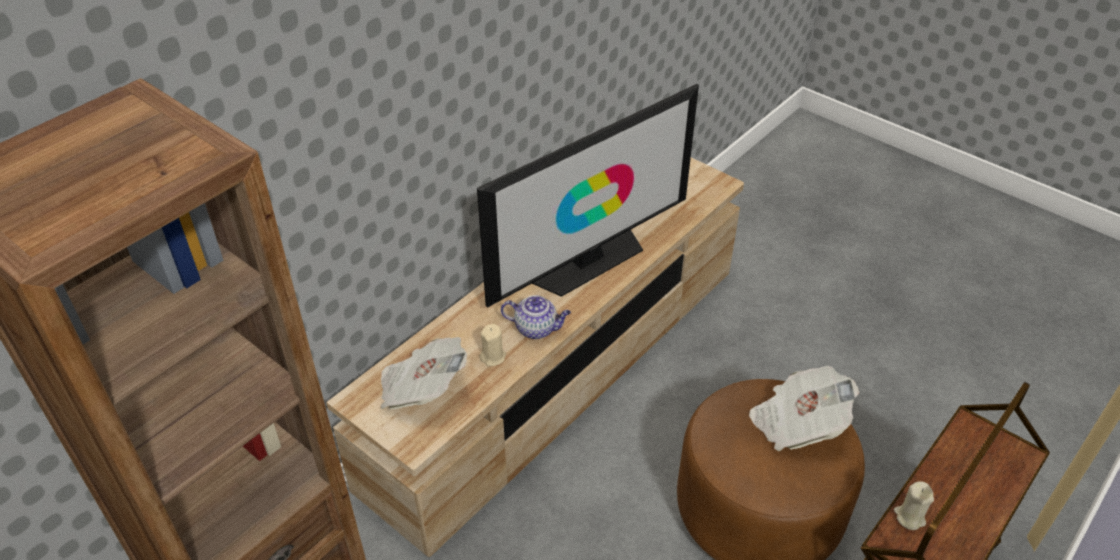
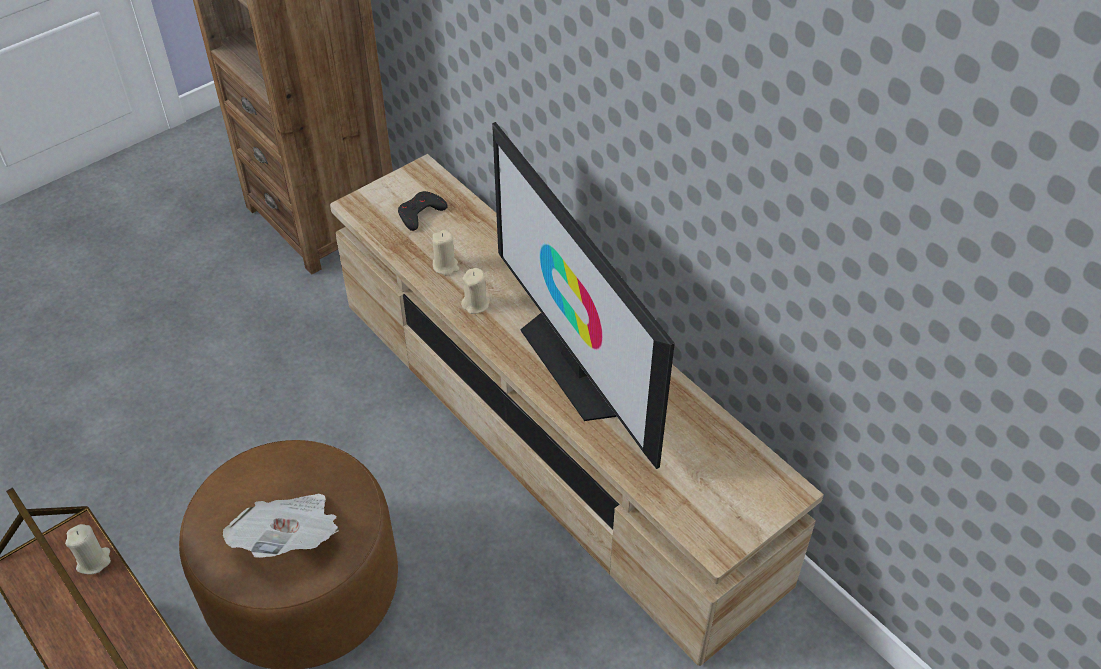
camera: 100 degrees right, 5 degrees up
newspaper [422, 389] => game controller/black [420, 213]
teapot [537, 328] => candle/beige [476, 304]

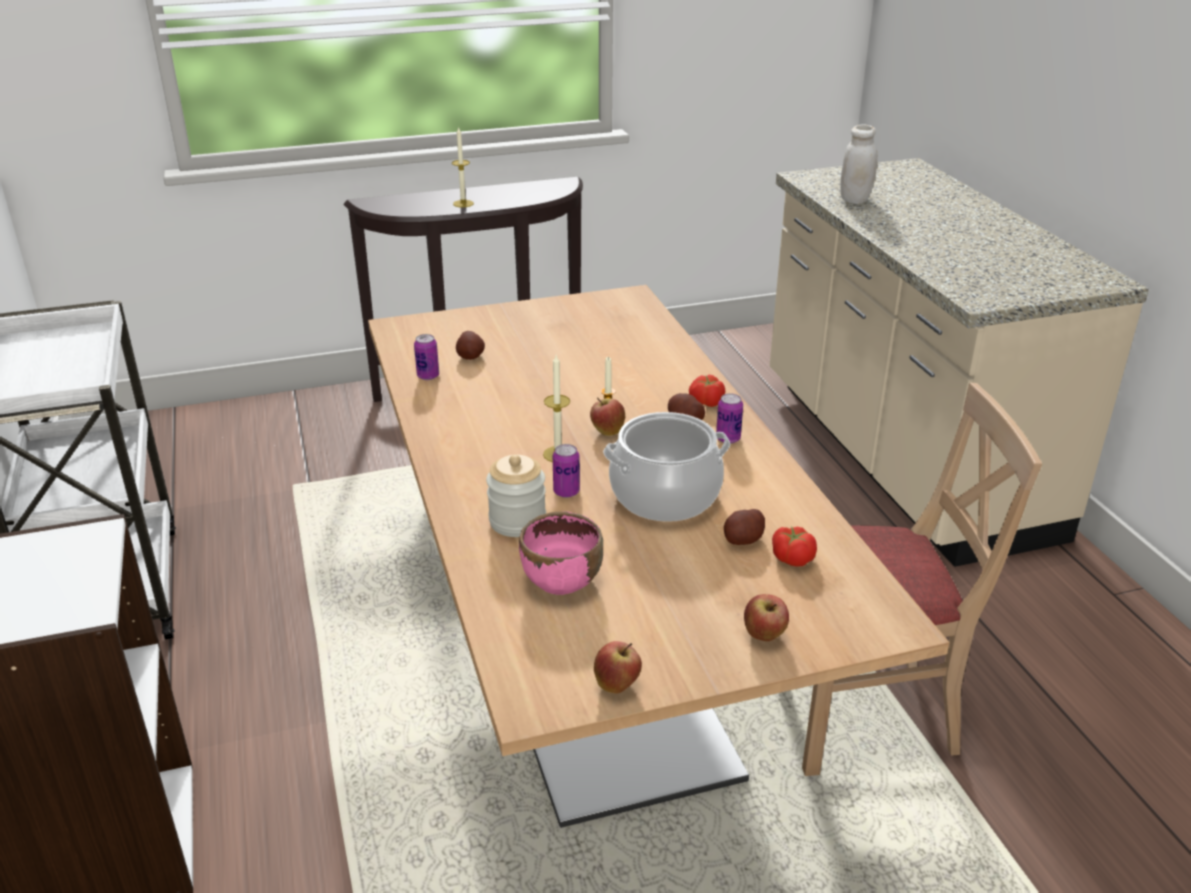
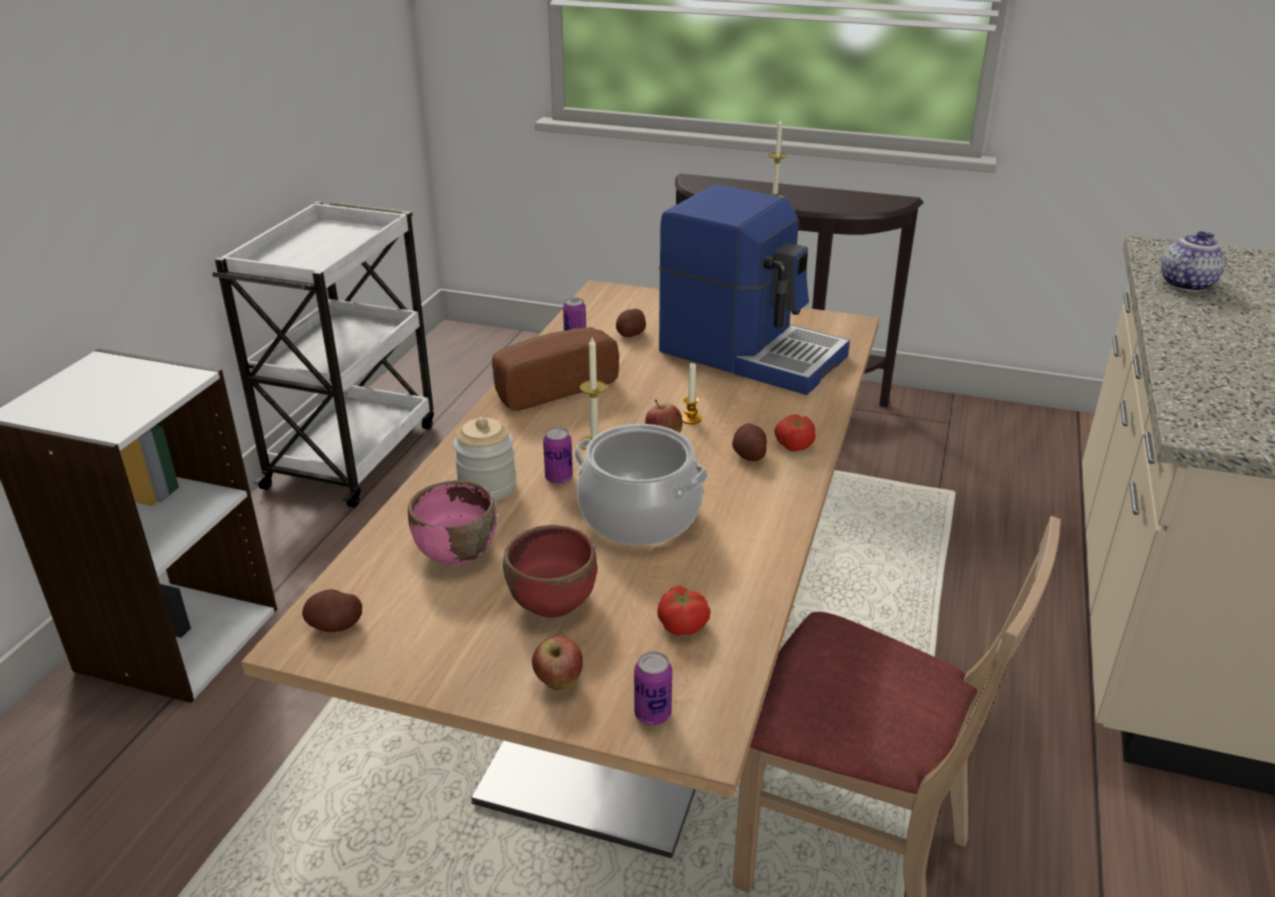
camera: 35 degrees right, 0 degrees up
apple [617, 685] => nothing
can [728, 439] => can [652, 714], shifted
potato [743, 540] => potato [335, 625], shifted
jar/white [855, 200] => teapot [1186, 283]
nothing => bread [551, 387]
nothing => bowl/red [553, 601]
nothing => coffee machine [751, 352]

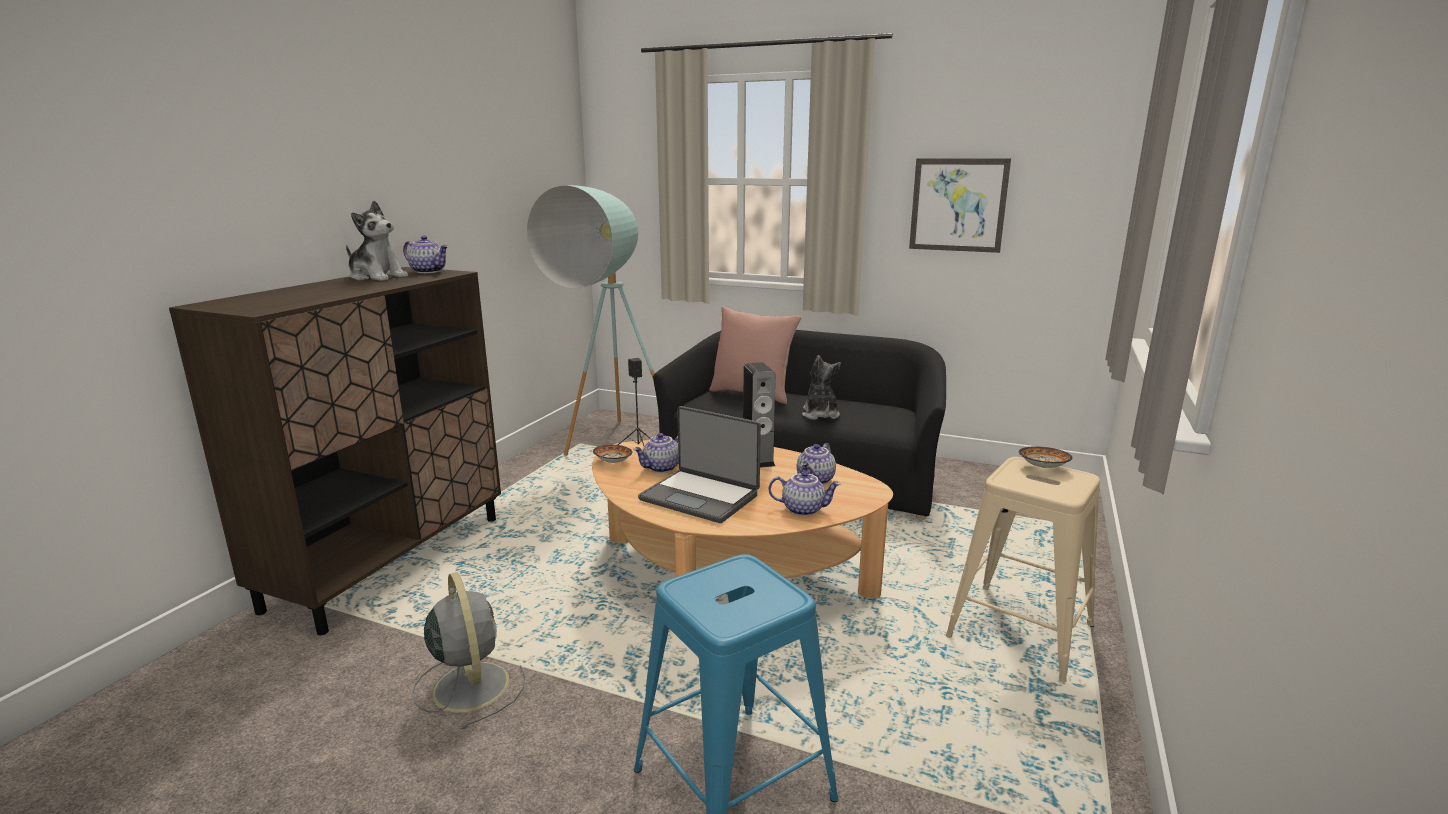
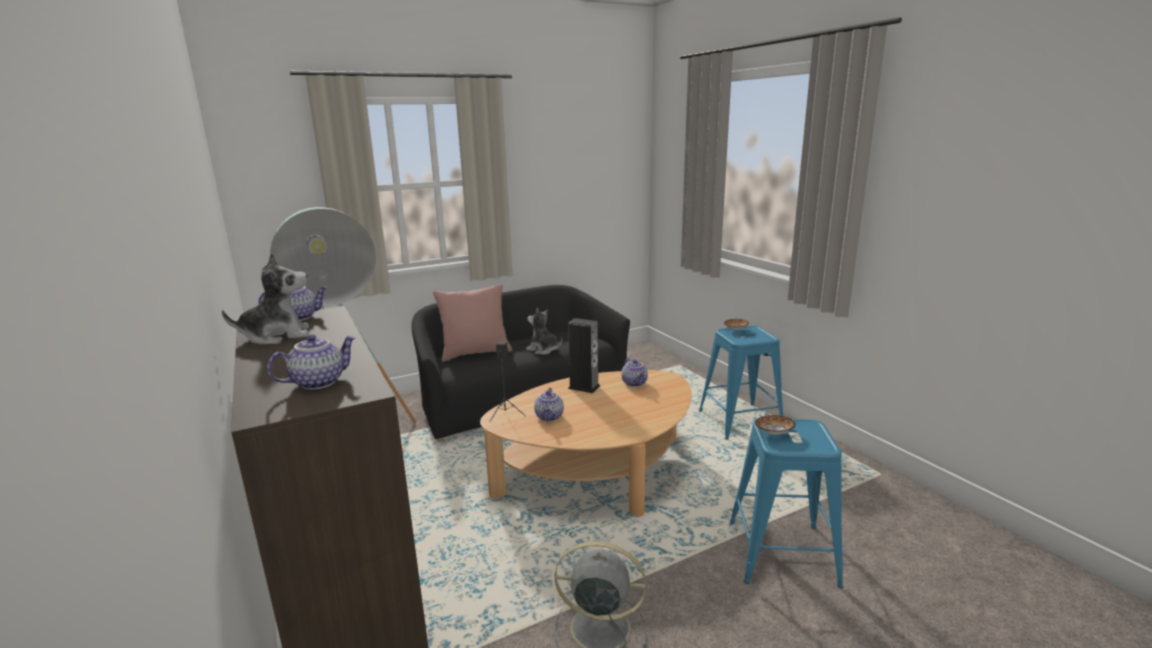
camera: 50 degrees left, 0 degrees up
bowl [613, 462] => bowl [775, 433], shifted
laptop [700, 496] => nothing
teapot [803, 509] => teapot [318, 382], shifted
picture [958, 205] => nothing
stool/beige [1021, 631] => stool/blue [740, 421]

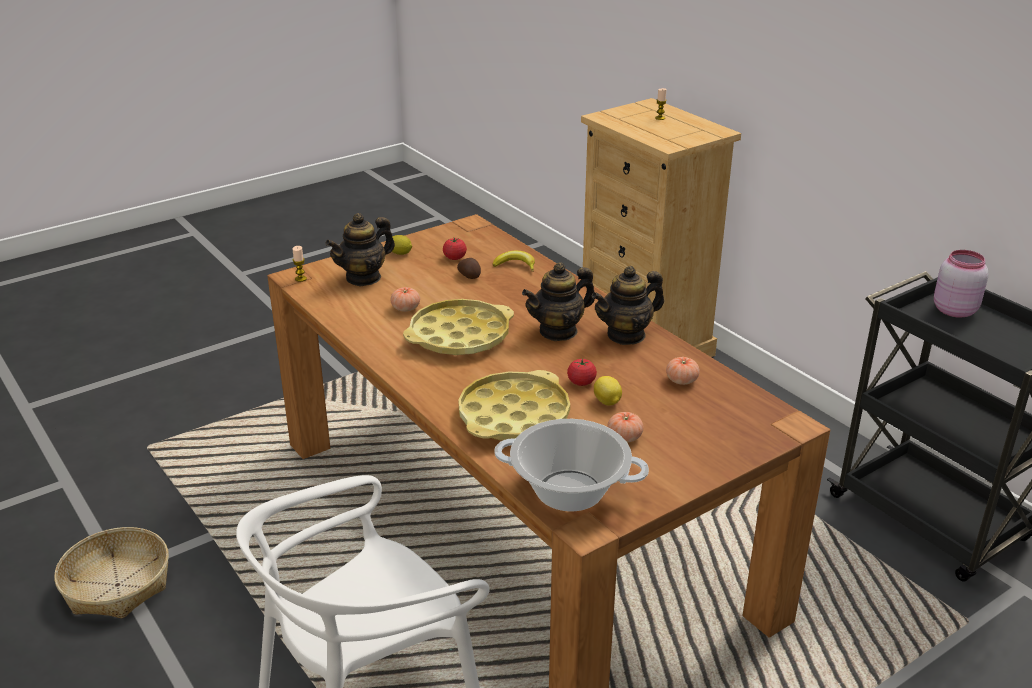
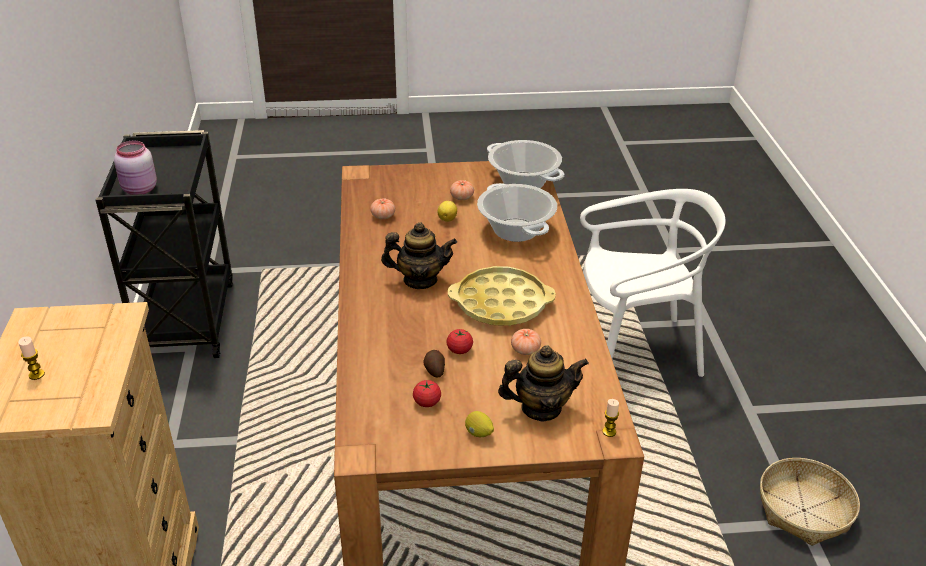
camera: 150 degrees left, 5 degrees up
tray/yellow [513, 416] => cooking pot [516, 230]
banana [515, 265] => nothing
tomato [581, 382] => tomato [459, 350], shifted
teapot [626, 335] => nothing

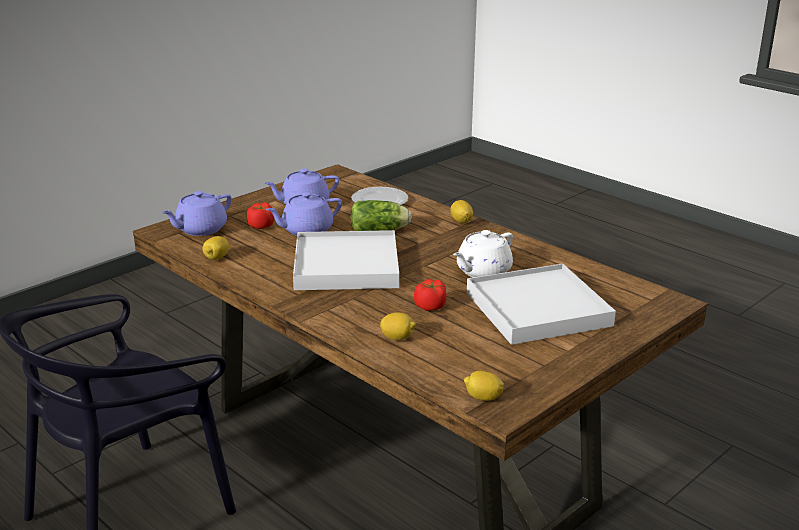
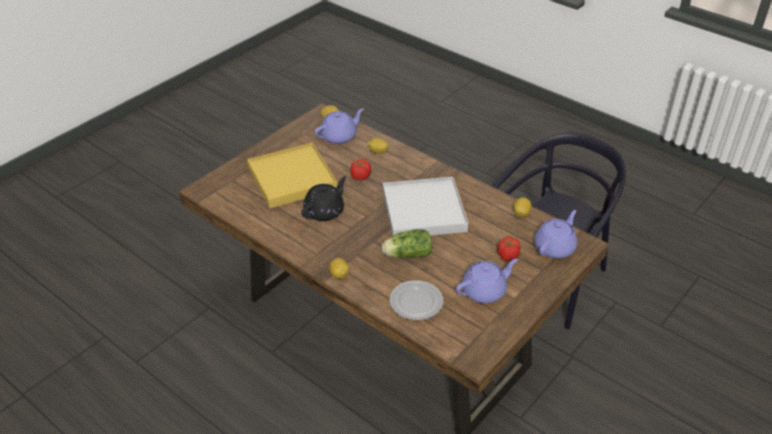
camera: 175 degrees right, 15 degrees up
teapot/purple [306, 230] => teapot/purple [339, 136], shifted
teapot/white [482, 271] => teapot/black [325, 211]
tray/white [537, 309] => tray/yellow [292, 178]

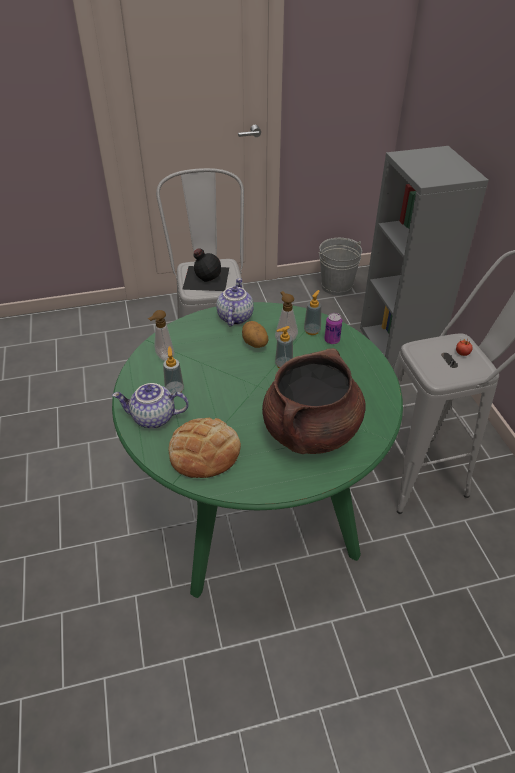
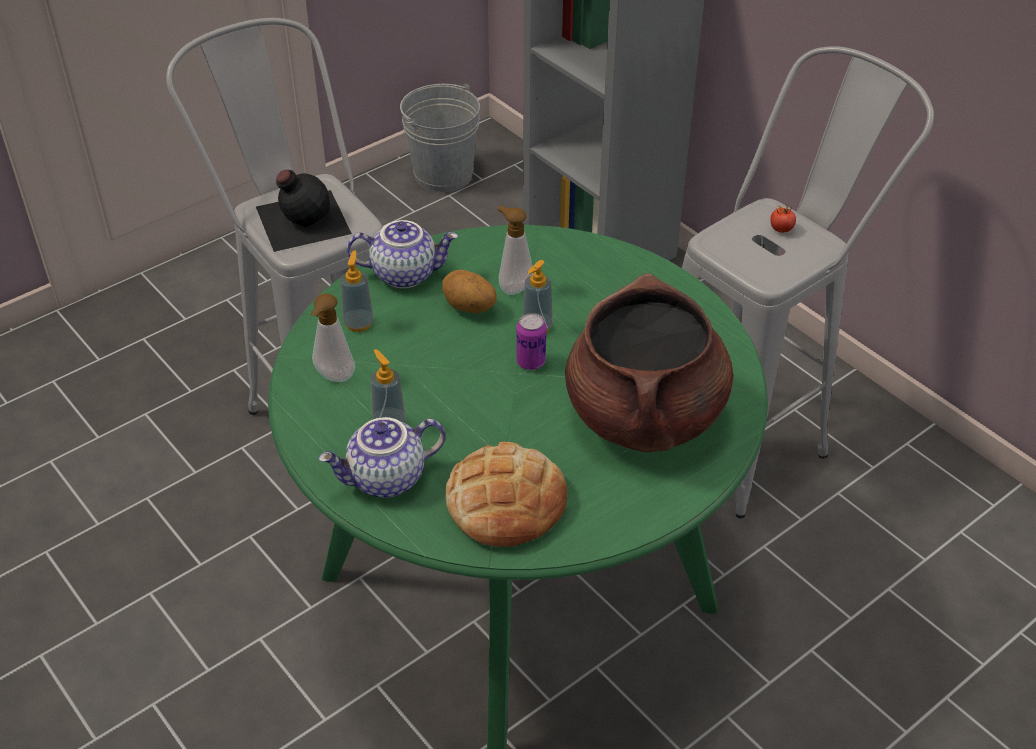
camera: 25 degrees left, 0 degrees up
teapot [234, 317] => teapot [405, 273], 105 degrees clockwise
soap dispenser [312, 330] => soap dispenser [358, 323], shifted
can [332, 340] => can [531, 362], shifted

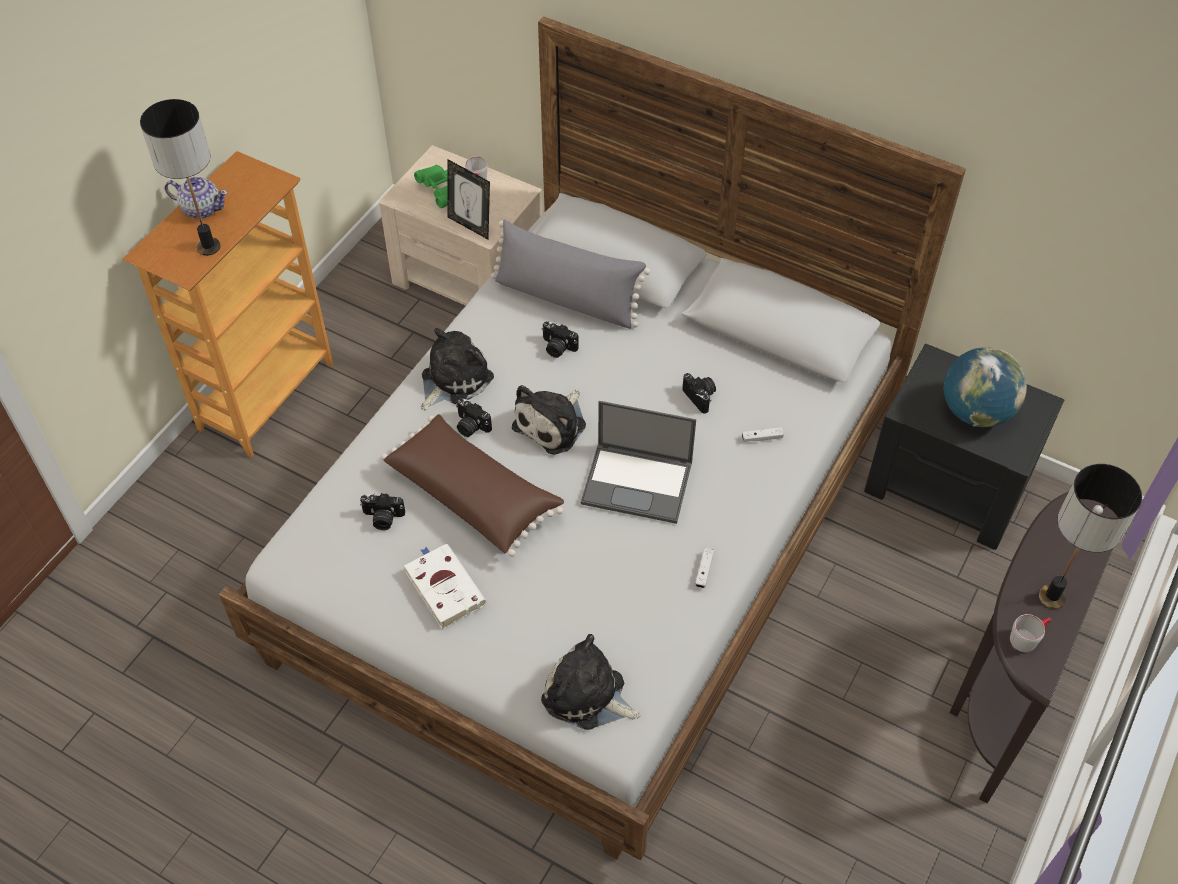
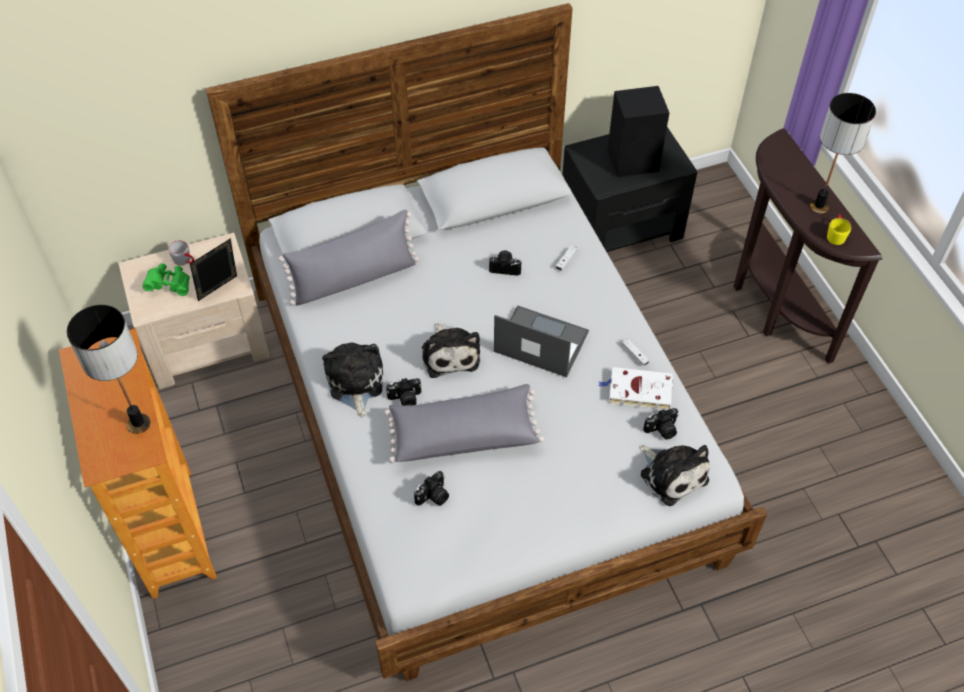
camera: 50 degrees left, 0 degrees up
teapot [201, 209] => nothing
pillow/brown [473, 494] => pillow/grey [463, 433]
book/white [443, 587] => book/white [638, 391], shifted
picture frame [470, 225] => picture frame [220, 290], 150 degrees clockwise
photo camera [557, 348] => photo camera [662, 430], shifted
plush toy [587, 696] => plush toy [671, 474], 105 degrees counterclockwise
laptop [638, 482] => laptop [540, 342], 120 degrees counterclockwise
globe [975, 412] => speaker/black [634, 160]
mug/grey [1028, 637] => mug/yellow [835, 234]

